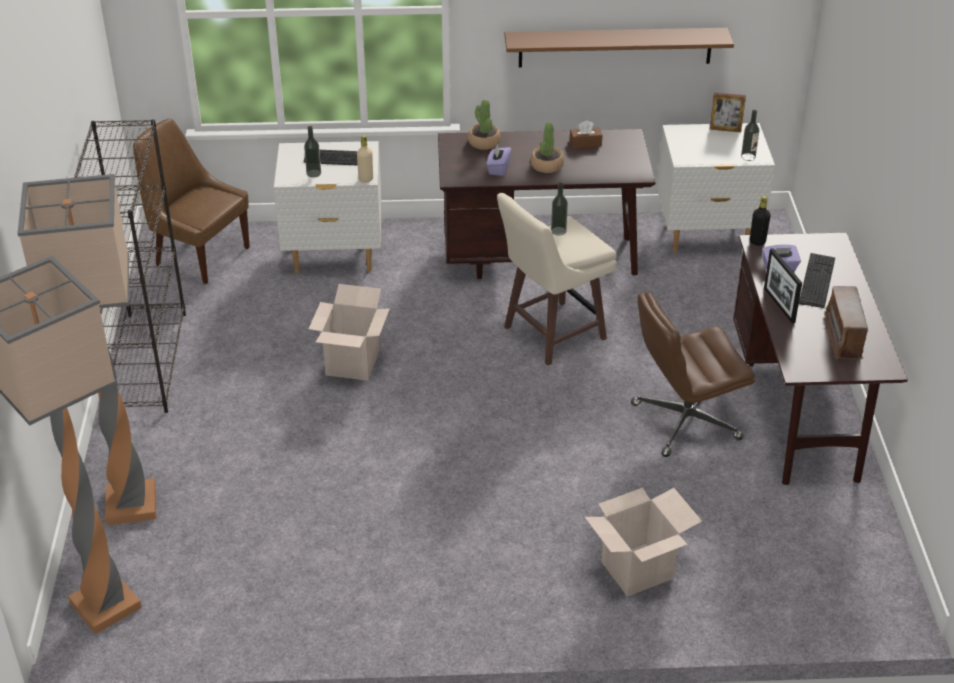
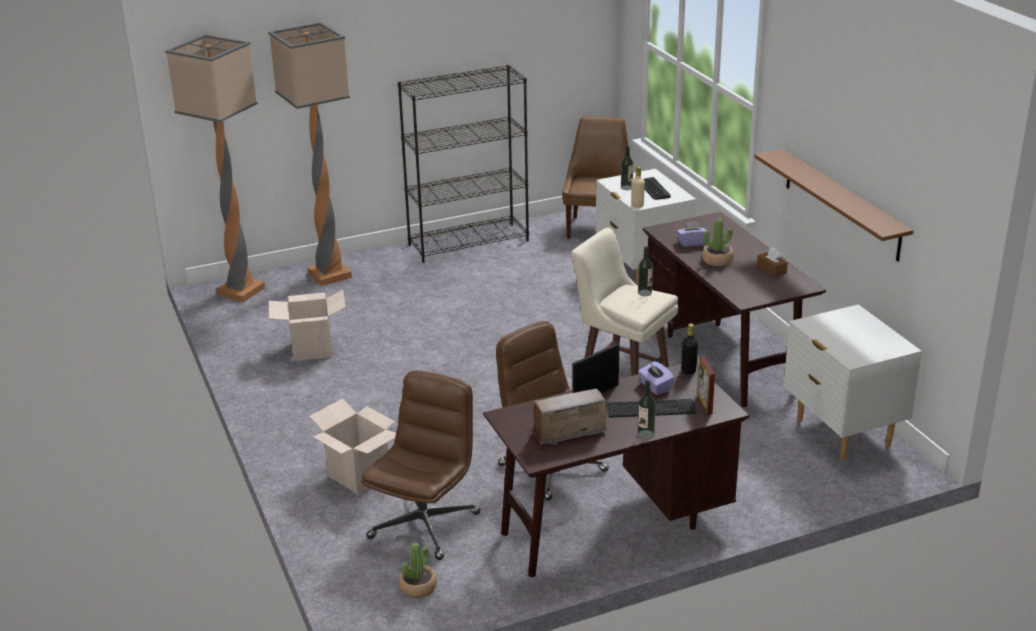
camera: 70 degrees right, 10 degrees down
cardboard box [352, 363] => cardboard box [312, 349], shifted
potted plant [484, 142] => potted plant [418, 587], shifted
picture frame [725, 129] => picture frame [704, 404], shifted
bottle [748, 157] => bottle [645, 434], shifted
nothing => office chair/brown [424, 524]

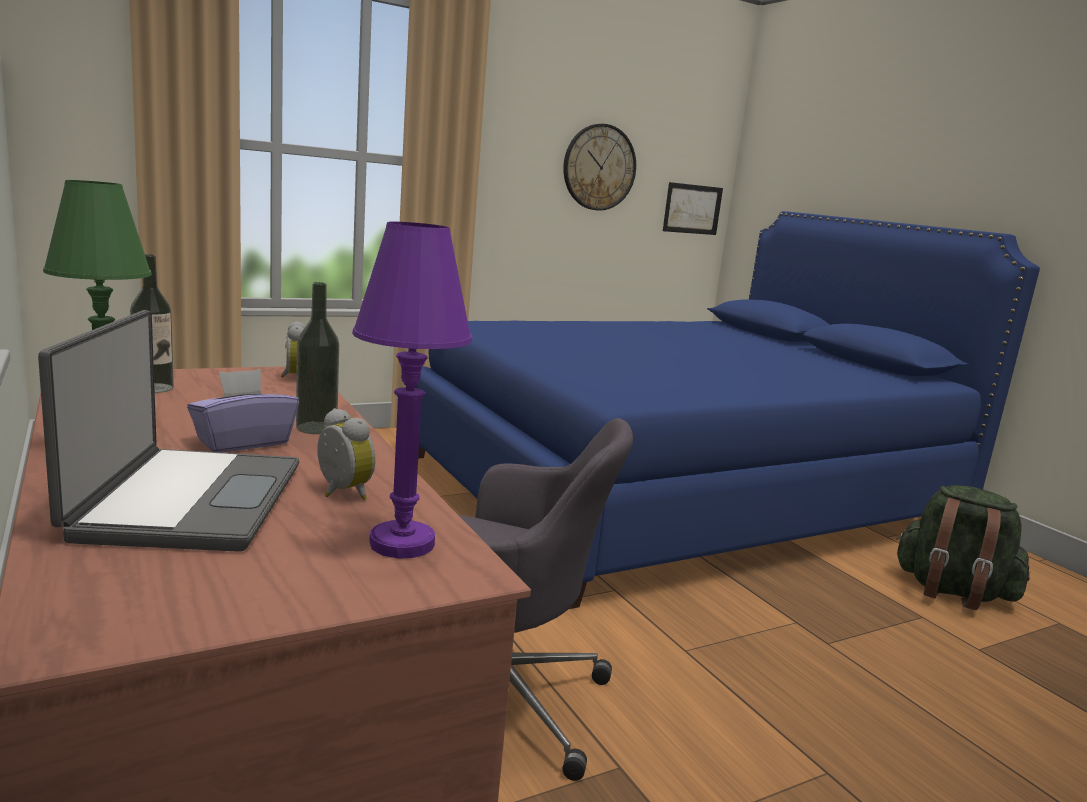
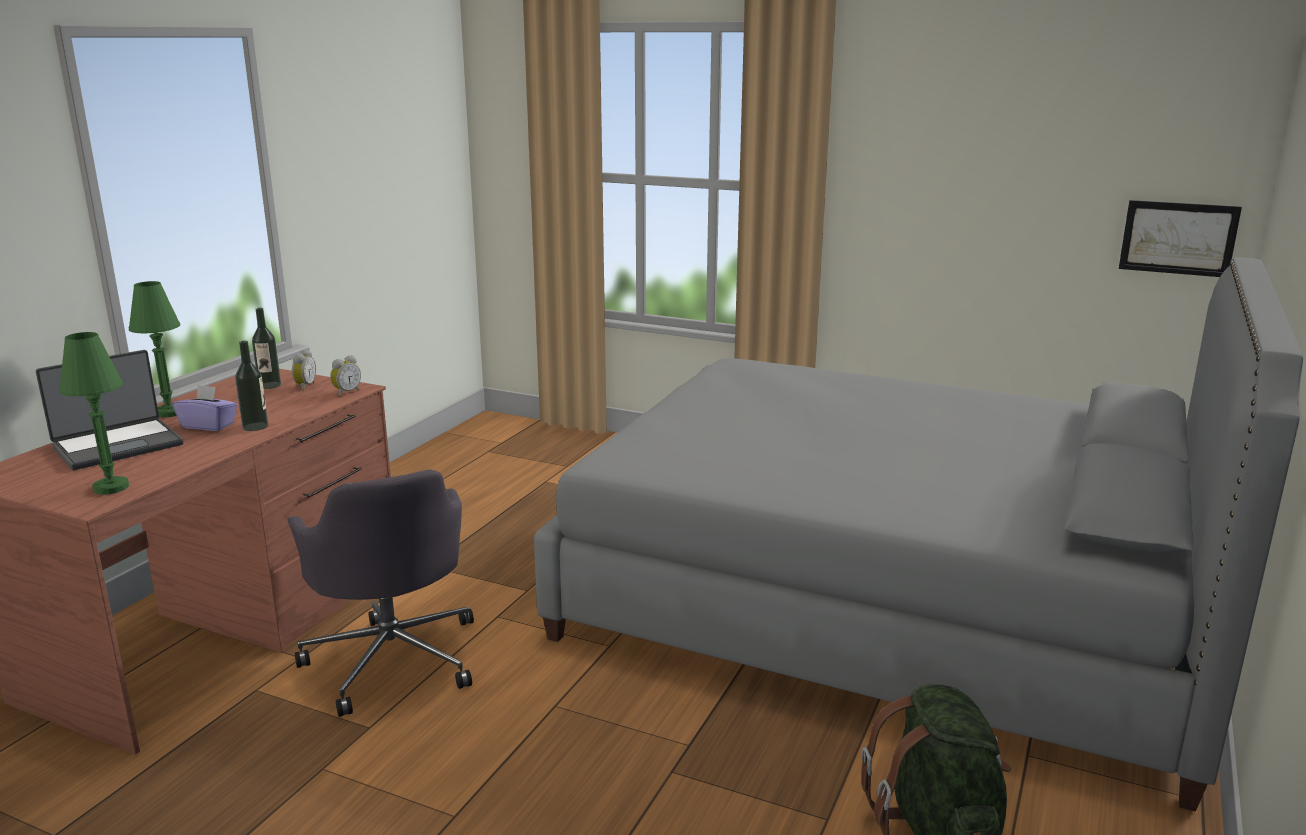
camera: 55 degrees right, 5 degrees up
alarm clock [341, 493] => alarm clock [304, 386], shifted
table lamp/purple [402, 543] => table lamp/green [111, 487]
bed/blue [679, 491] => bed/grey [886, 604]
wall clock [599, 167] => nothing

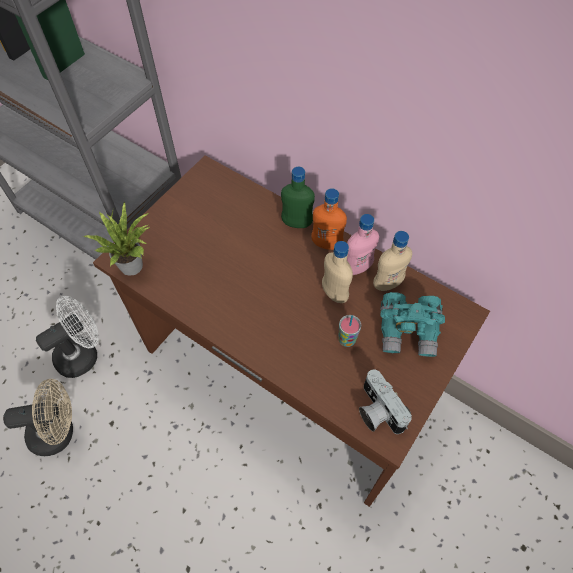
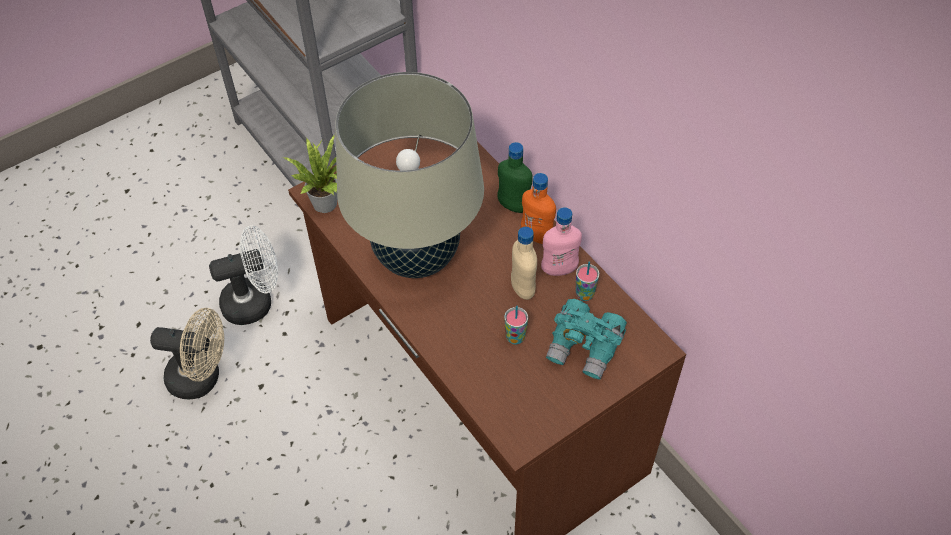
camera: 20 degrees right, 5 degrees down
photo camera [376, 410] => nothing
bottle/beige [387, 283] => cup [584, 294]
nothing => table lamp/beige [417, 256]

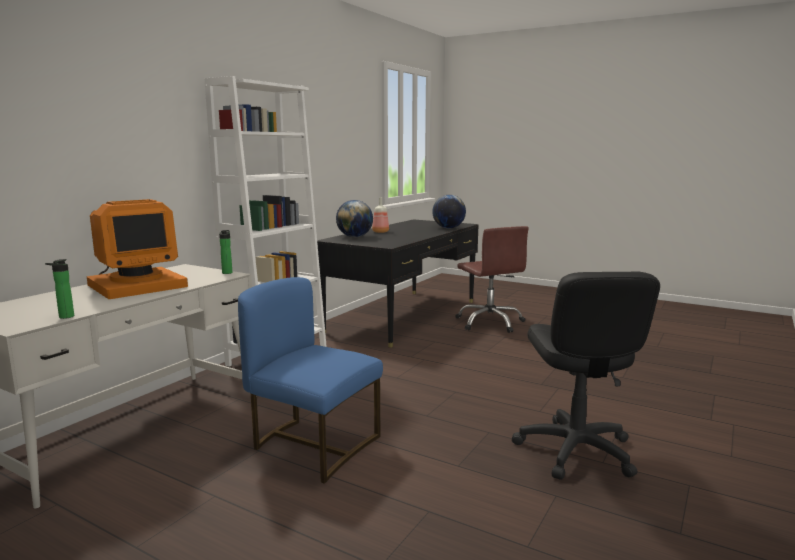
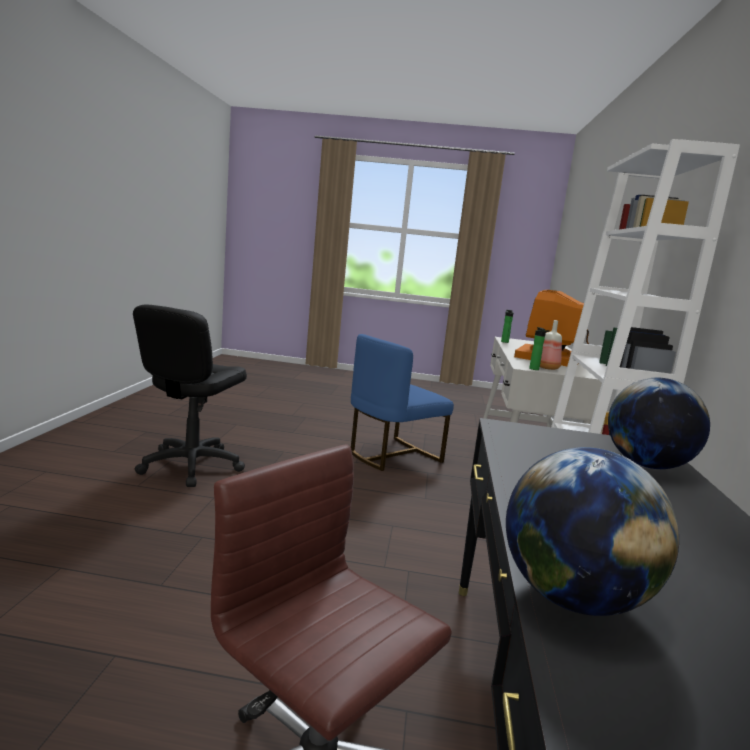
camera: 155 degrees right, 0 degrees up
chair/blue [313, 445] => chair/blue [392, 455], 135 degrees clockwise
bottle [380, 232] => bottle [547, 368], shifted
office chair/black [575, 450] => office chair/black [190, 465], 135 degrees counterclockwise

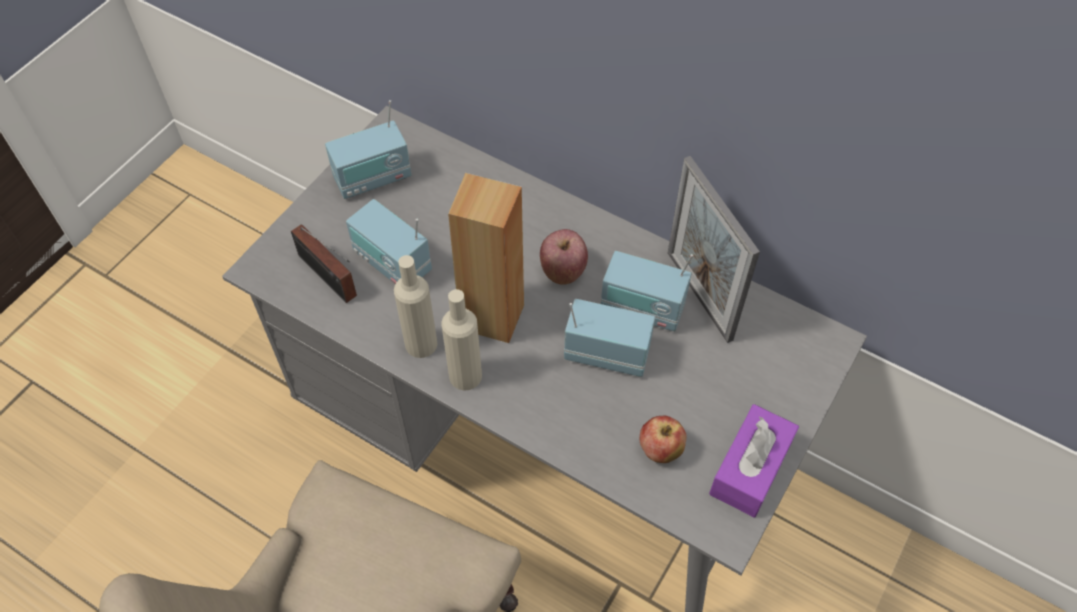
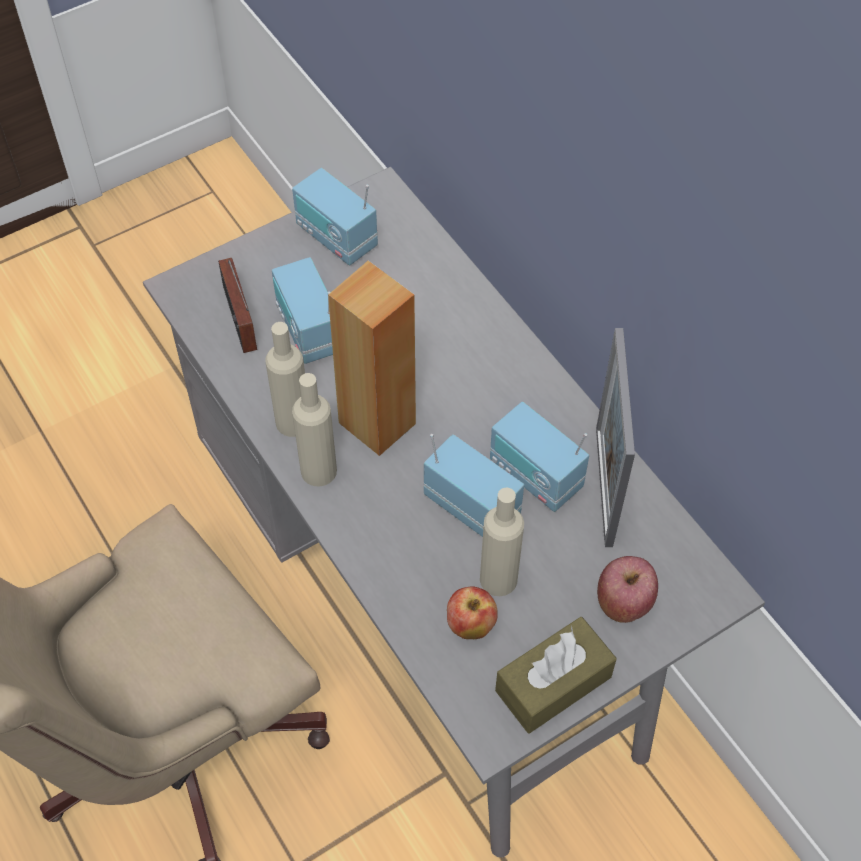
camera: 25 degrees right, 0 degrees up
radio [373, 179] => radio [336, 238], 45 degrees clockwise
apple [563, 270] => apple [623, 602], shifted
tissue box/purple [750, 468] => tissue box/brown [553, 683]
nothing => bottle/beige [498, 579]

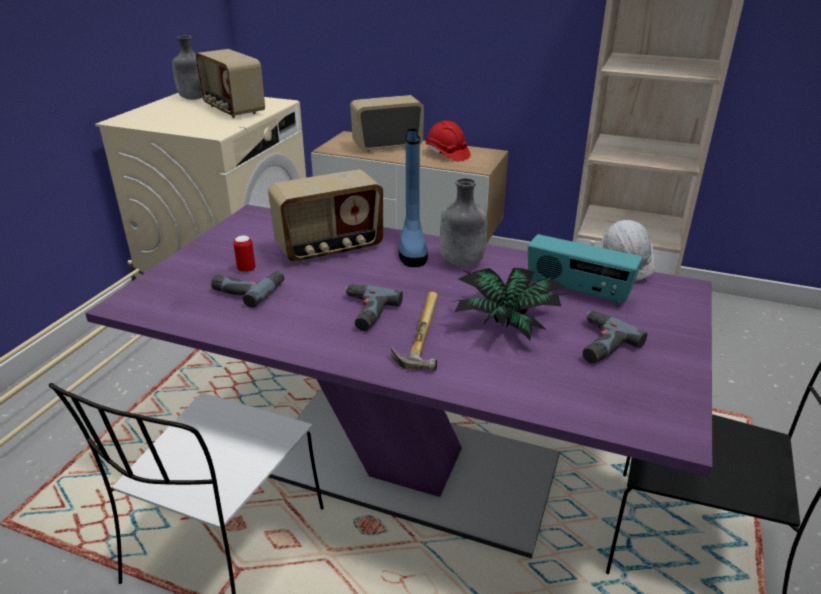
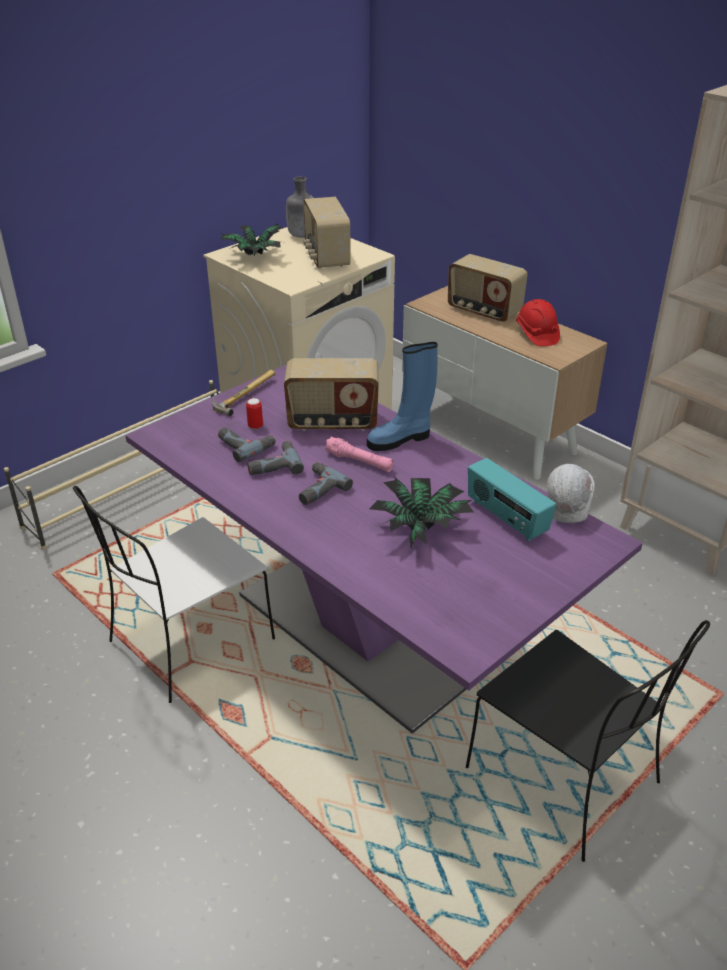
camera: 25 degrees right, 5 degrees up
radio [387, 146] => radio [483, 311], 150 degrees counterclockwise
hammer [417, 335] => hammer [242, 394], shifted
boot/blue [412, 248] => boot/blue [400, 439], 45 degrees clockwise
bottle/grey [462, 263] => nothing
power drill [598, 344] => power drill [273, 464], shifted
nothing => potted plant [253, 257]
nothing => flashlight/pink [359, 461]

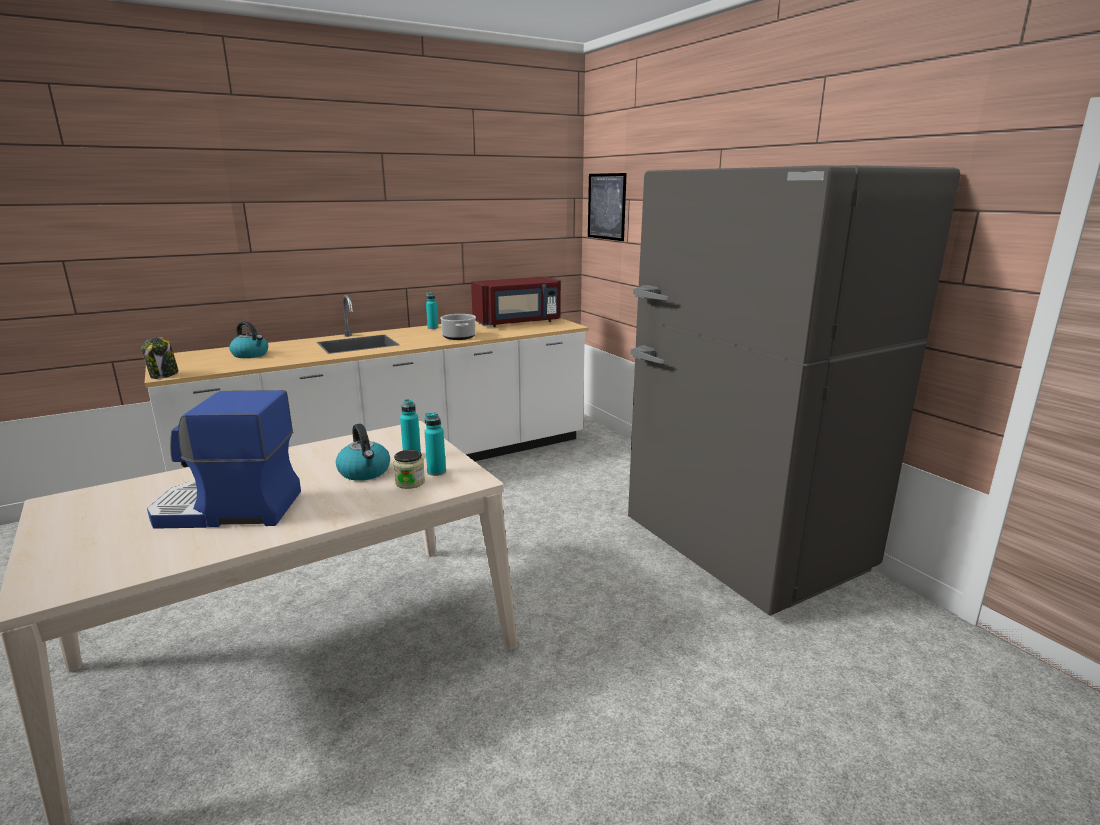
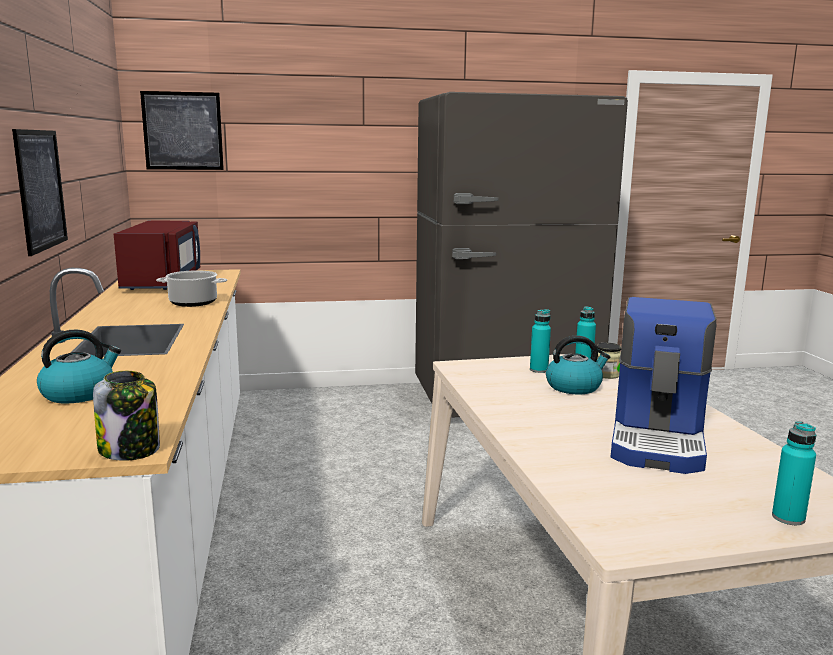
camera: 70 degrees left, 5 degrees down
bottle/turquoise [432, 328] => bottle/turquoise [788, 518], shifted
nothing => picture [41, 189]

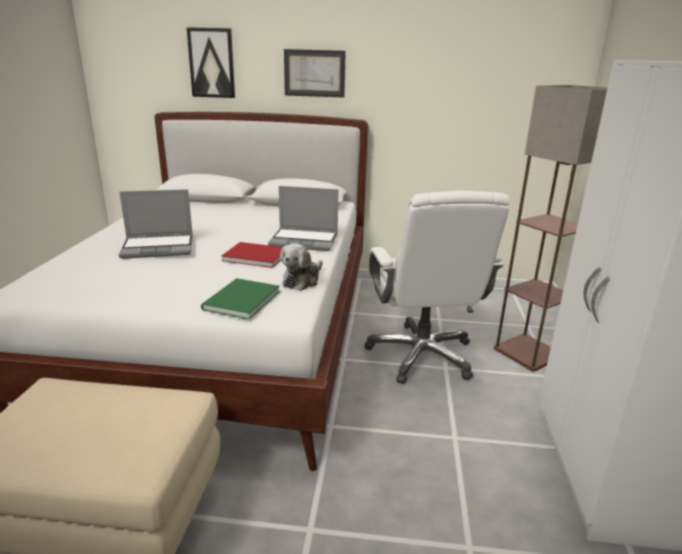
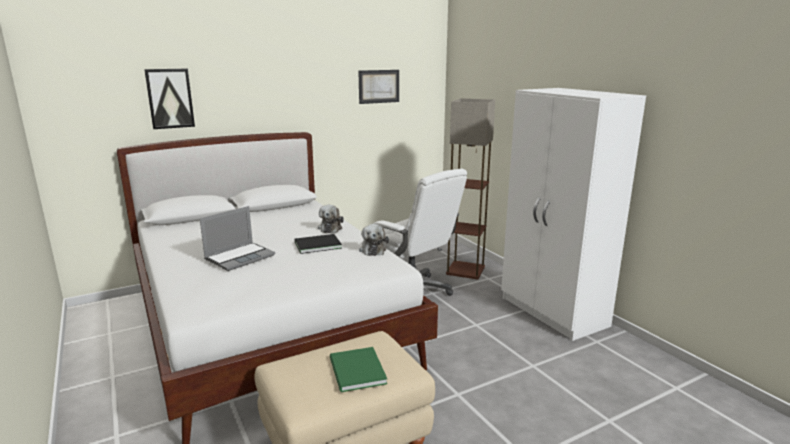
camera: 35 degrees left, 5 degrees down
book/green [239, 301] => book/green [356, 372], shifted
book/red [254, 256] => book/black [316, 245]
laptop [305, 241] => plush toy [330, 228]
picture [314, 73] => picture [379, 86], shifted

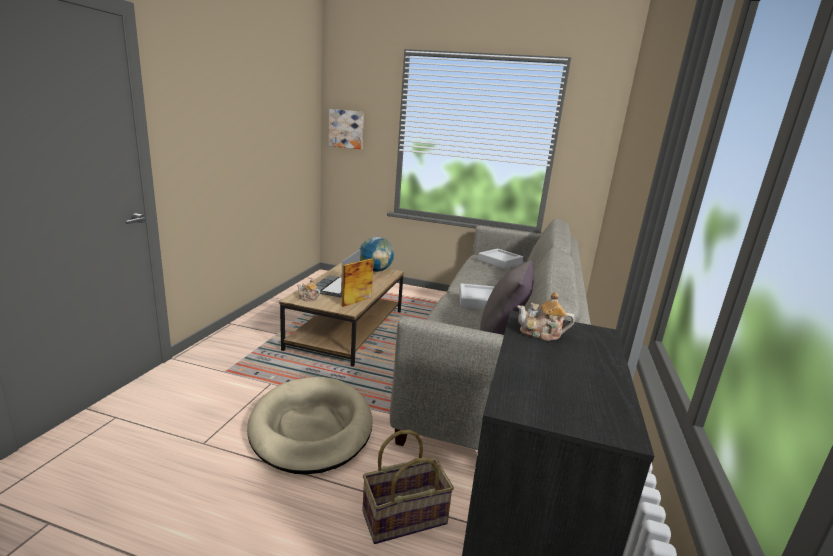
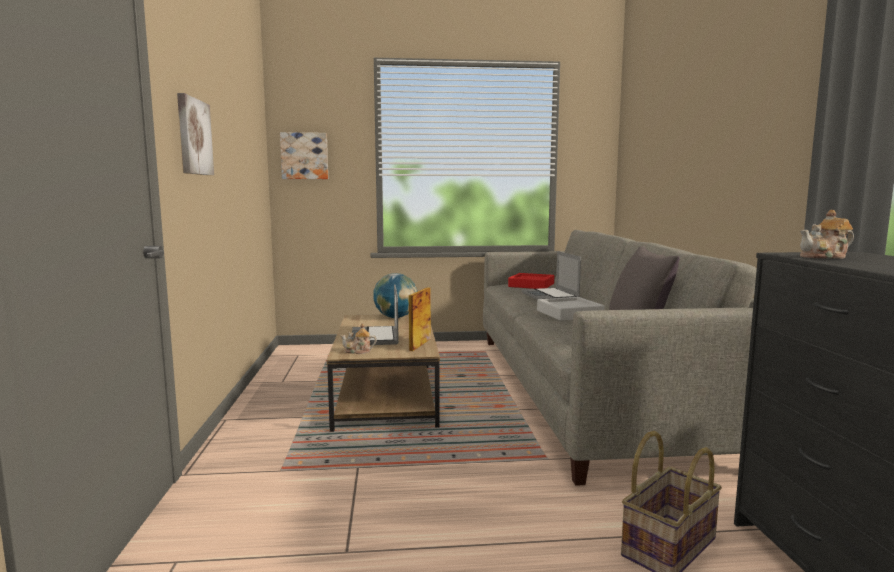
camera: 20 degrees left, 10 degrees down
dog bed/beige [311, 428] => nothing
tray/grey [499, 262] => tray/red [531, 285]
nothing => picture [193, 137]
nothing => laptop [551, 296]

